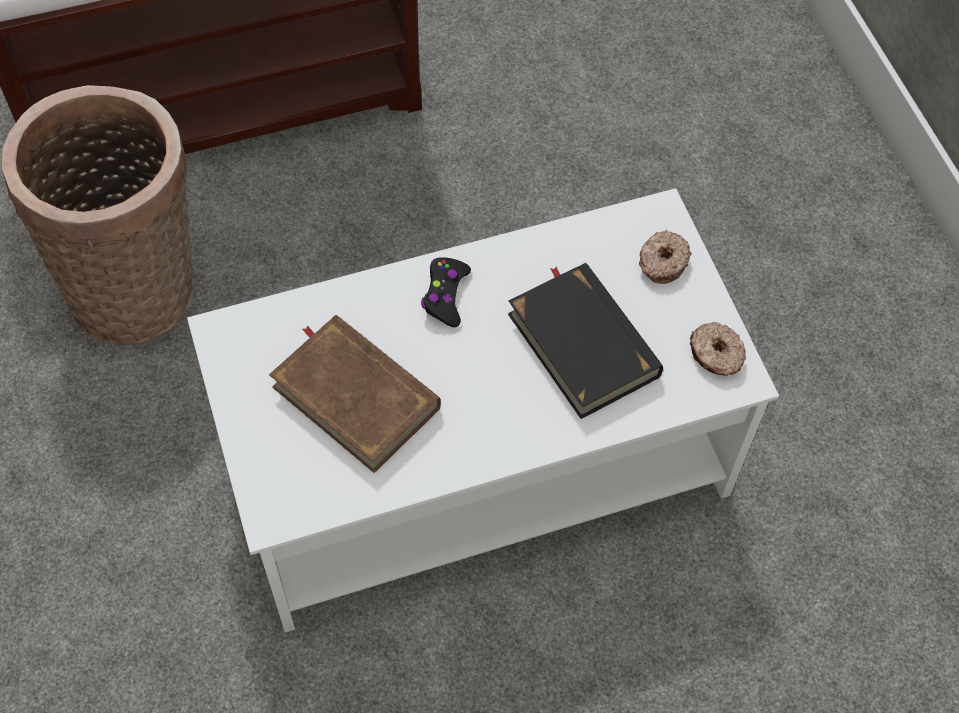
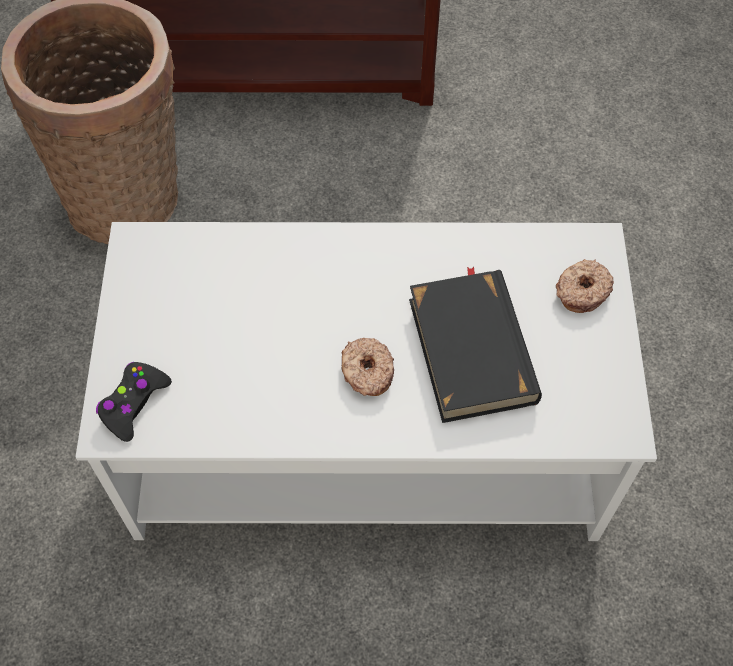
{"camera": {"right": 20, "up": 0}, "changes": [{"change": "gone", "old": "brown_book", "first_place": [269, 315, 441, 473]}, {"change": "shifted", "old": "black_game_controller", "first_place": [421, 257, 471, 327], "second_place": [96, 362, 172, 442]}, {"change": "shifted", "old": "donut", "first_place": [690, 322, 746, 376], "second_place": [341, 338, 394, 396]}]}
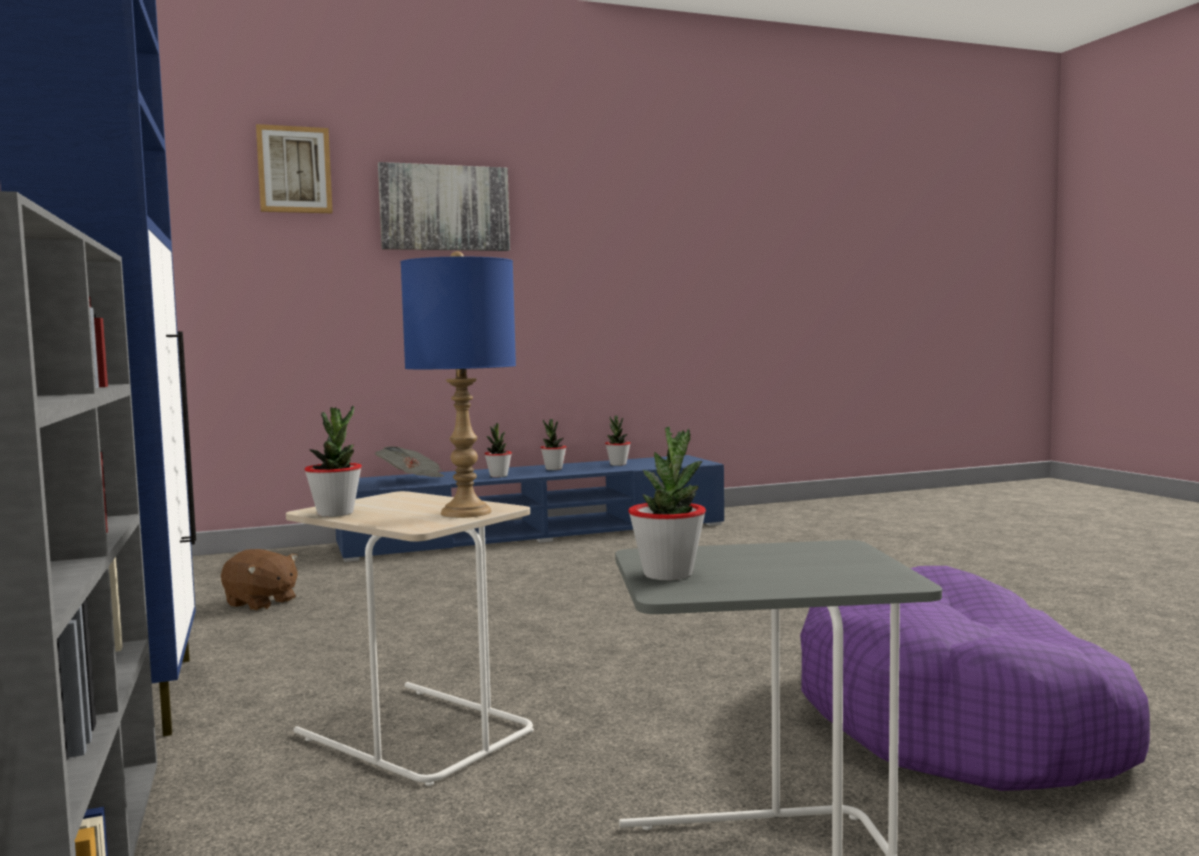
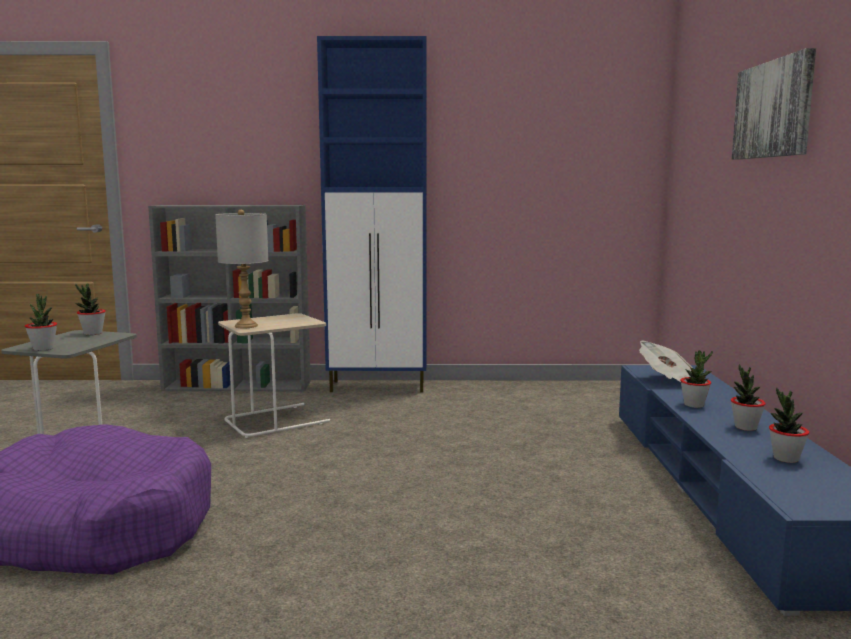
{"camera": {"right": 110, "up": 5}, "changes": [{"change": "gone", "old": "brown_plush_toy", "first_place": [221, 549, 298, 611]}, {"change": "gone", "old": "picture", "first_place": [256, 124, 333, 213]}, {"change": "shifted", "old": "potted_plant", "first_place": [304, 406, 362, 517], "second_place": [25, 294, 57, 351]}, {"change": "repainted", "old": "blue_table_lamp", "new": "grey_table_lamp", "first_place": [401, 251, 516, 518], "second_place": [215, 210, 268, 328]}]}
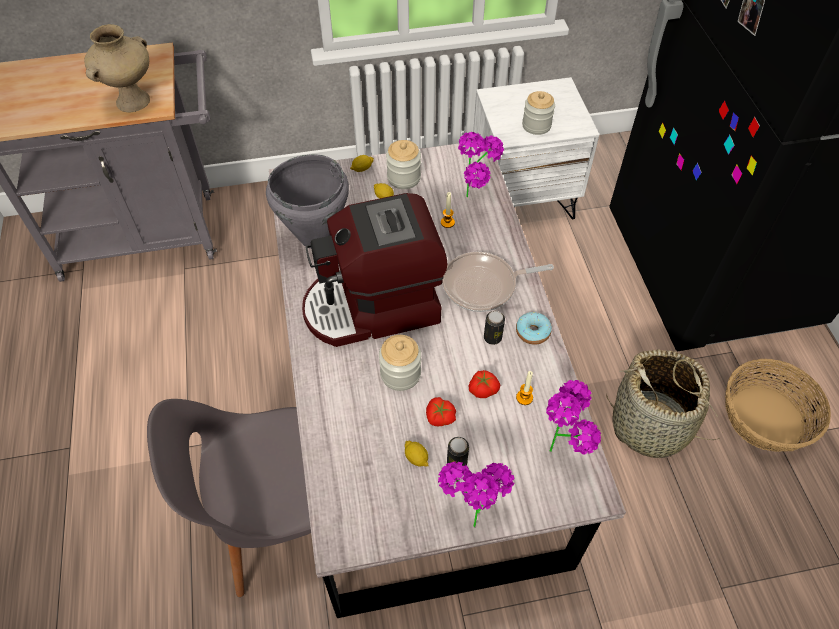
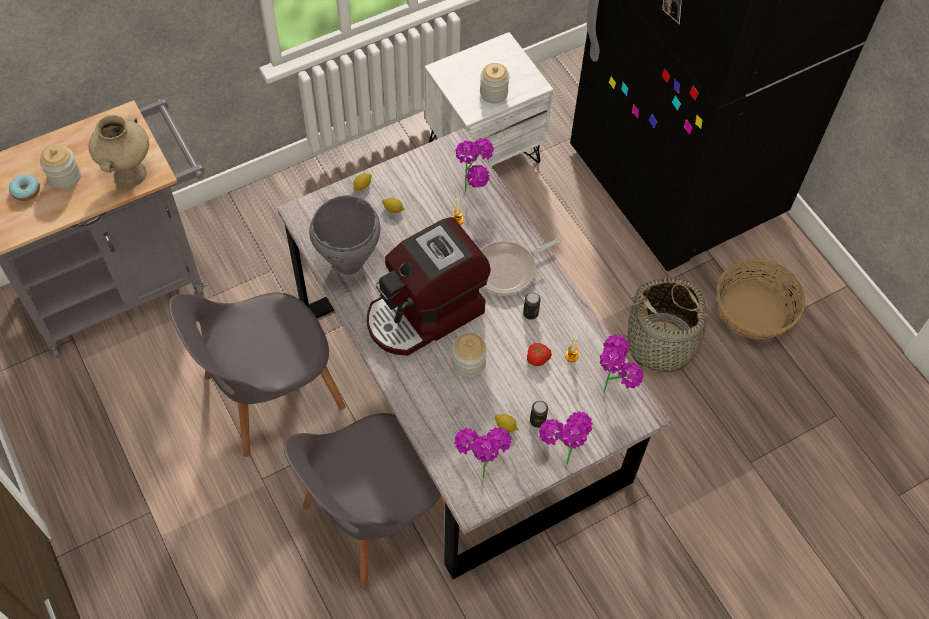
{"camera": {"right": -20, "up": 5}, "changes": [{"change": "gone", "old": "tomato", "first_place": [426, 397, 456, 426]}, {"change": "new", "new": "grey_chair", "second_place": [169, 292, 346, 457]}, {"change": "new", "new": "potted_plant", "second_place": [454, 428, 512, 478]}, {"change": "shifted", "old": "jar", "first_place": [386, 140, 421, 189], "second_place": [40, 144, 81, 189]}, {"change": "shifted", "old": "donut", "first_place": [516, 312, 552, 345], "second_place": [9, 174, 40, 201]}]}
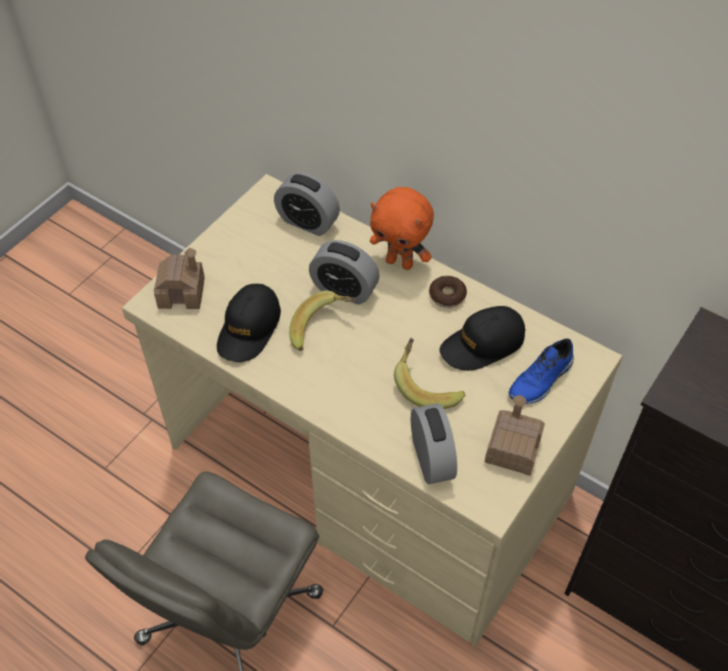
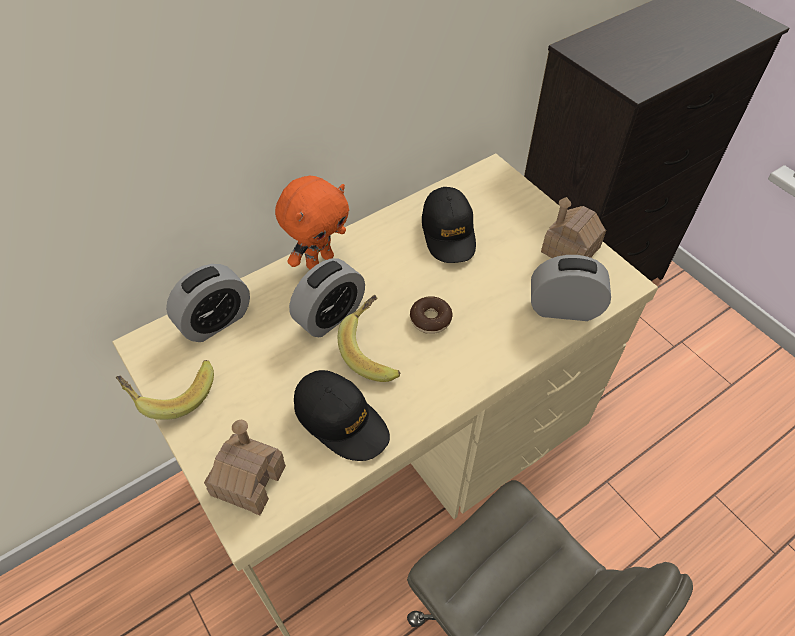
{"camera": {"right": -70, "up": 0}, "changes": [{"change": "gone", "old": "blue_shoe", "first_place": [508, 339, 574, 404]}, {"change": "shifted", "old": "banana", "first_place": [394, 338, 466, 409], "second_place": [116, 360, 214, 420]}, {"change": "shifted", "old": "donut", "first_place": [429, 276, 467, 308], "second_place": [410, 296, 453, 334]}]}
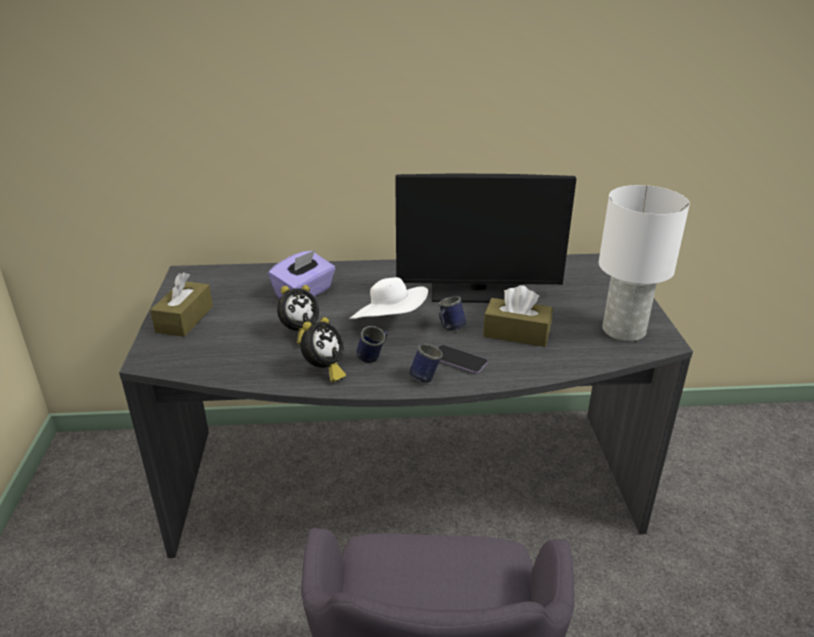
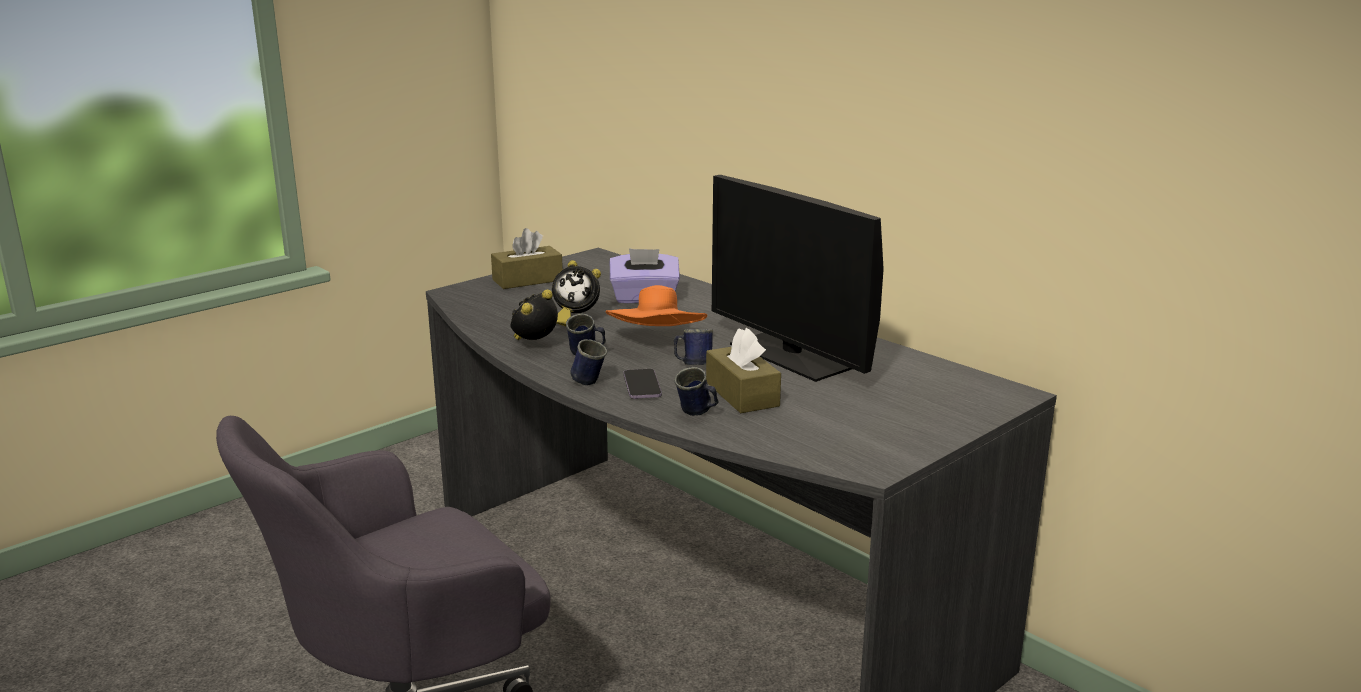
{"camera": {"right": 50, "up": -10}, "changes": [{"change": "gone", "old": "white_table_lamp", "first_place": [599, 185, 690, 342]}, {"change": "new", "new": "blue_mug", "second_place": [675, 367, 718, 416]}, {"change": "repainted", "old": "white_hat", "new": "orange_hat", "first_place": [349, 277, 428, 319], "second_place": [606, 285, 707, 326]}, {"change": "rotated", "old": "alarm_clock", "first_place": [300, 317, 346, 382], "second_place": [510, 289, 558, 340], "degrees": 135}]}
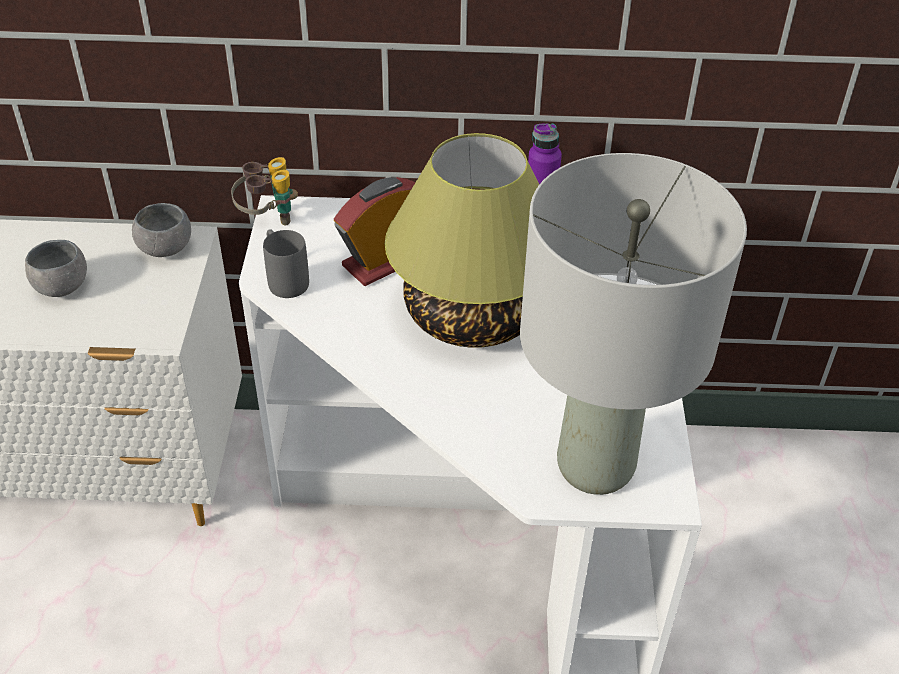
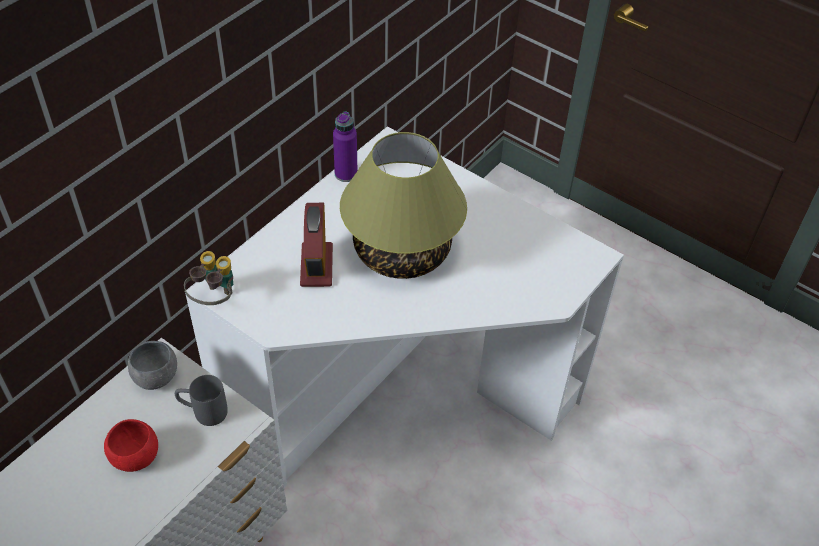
{"camera": {"right": -55, "up": 5}, "changes": [{"change": "gone", "old": "grey_table_lamp", "first_place": [520, 153, 747, 495]}, {"change": "shifted", "old": "grey_mug", "first_place": [263, 229, 309, 298], "second_place": [175, 375, 228, 426]}, {"change": "repainted", "old": "grey_bowl", "new": "red_bowl", "first_place": [25, 240, 87, 297], "second_place": [104, 419, 158, 472]}]}
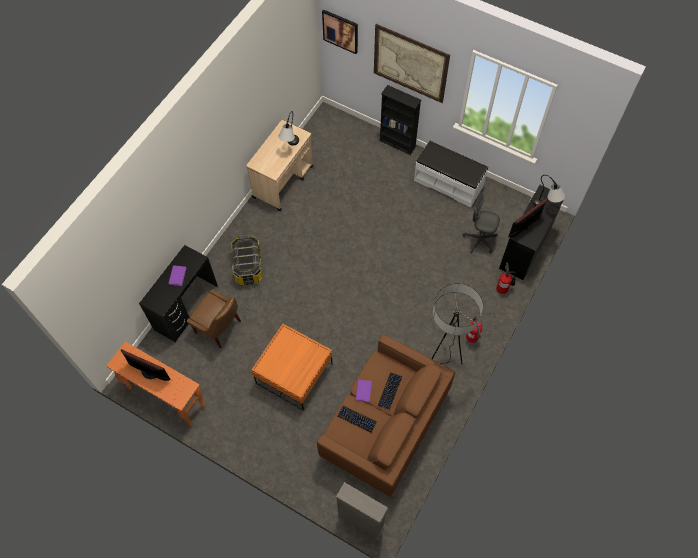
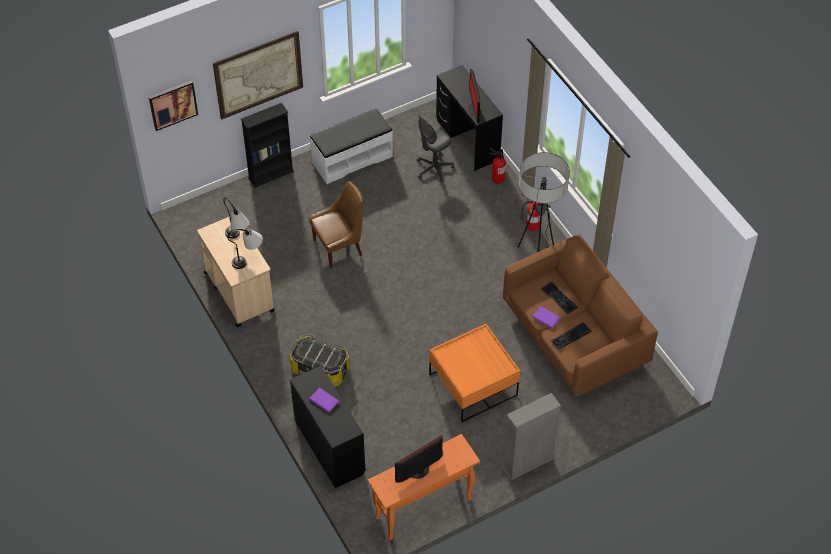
{"camera": {"right": -60, "up": -10}, "changes": [{"change": "shifted", "old": "brown_chair", "first_place": [187, 289, 241, 348], "second_place": [309, 181, 363, 268]}, {"change": "shifted", "old": "grey_bookcase", "first_place": [336, 482, 388, 539], "second_place": [502, 393, 561, 480]}, {"change": "shifted", "old": "table_lamp", "first_place": [532, 175, 565, 206], "second_place": [228, 229, 263, 269]}]}
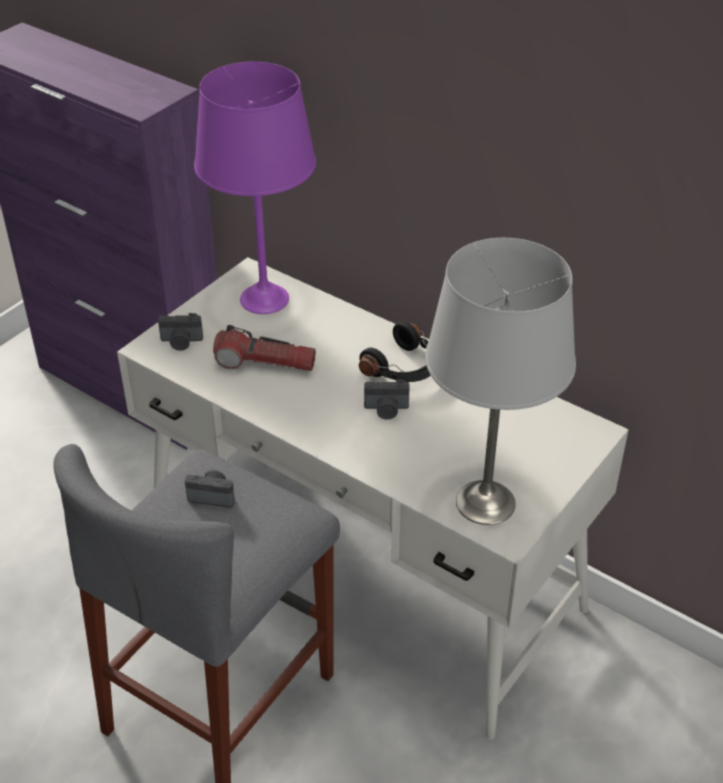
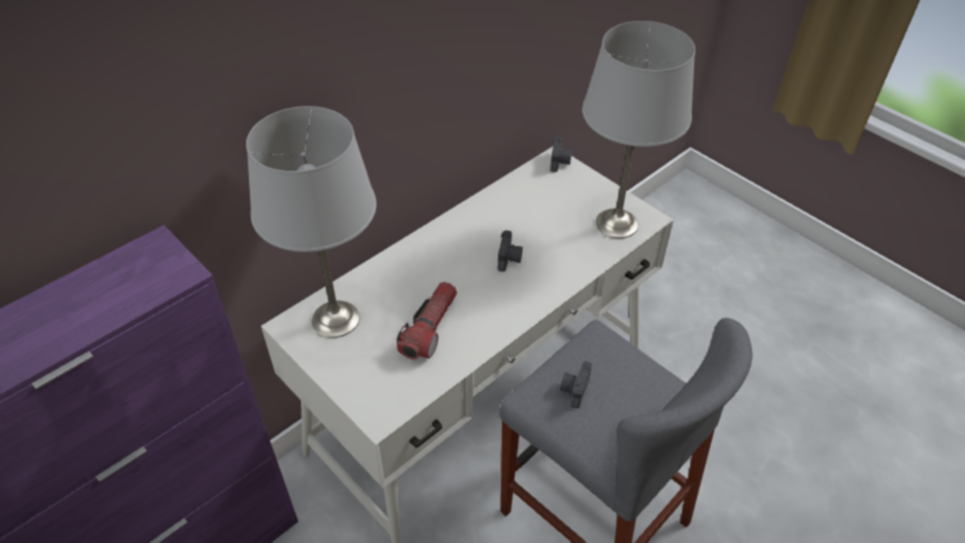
{"camera": {"right": -80, "up": 5}, "changes": [{"change": "gone", "old": "black_headphones", "first_place": [359, 322, 431, 382]}, {"change": "shifted", "old": "photo_camera", "first_place": [158, 313, 203, 351], "second_place": [550, 136, 572, 172]}, {"change": "repainted", "old": "purple_table_lamp", "new": "grey_table_lamp", "first_place": [194, 62, 316, 314], "second_place": [246, 106, 376, 338]}]}
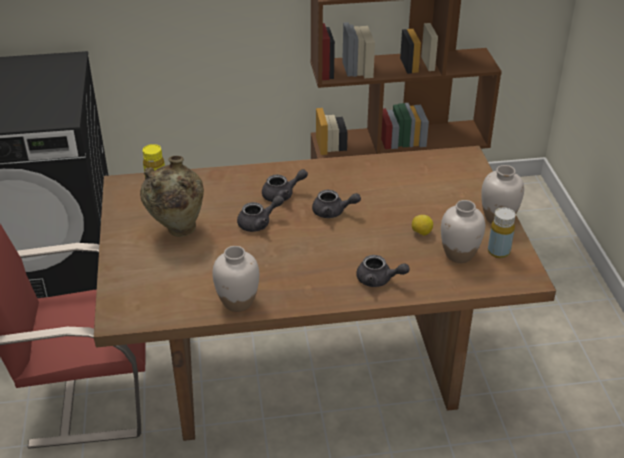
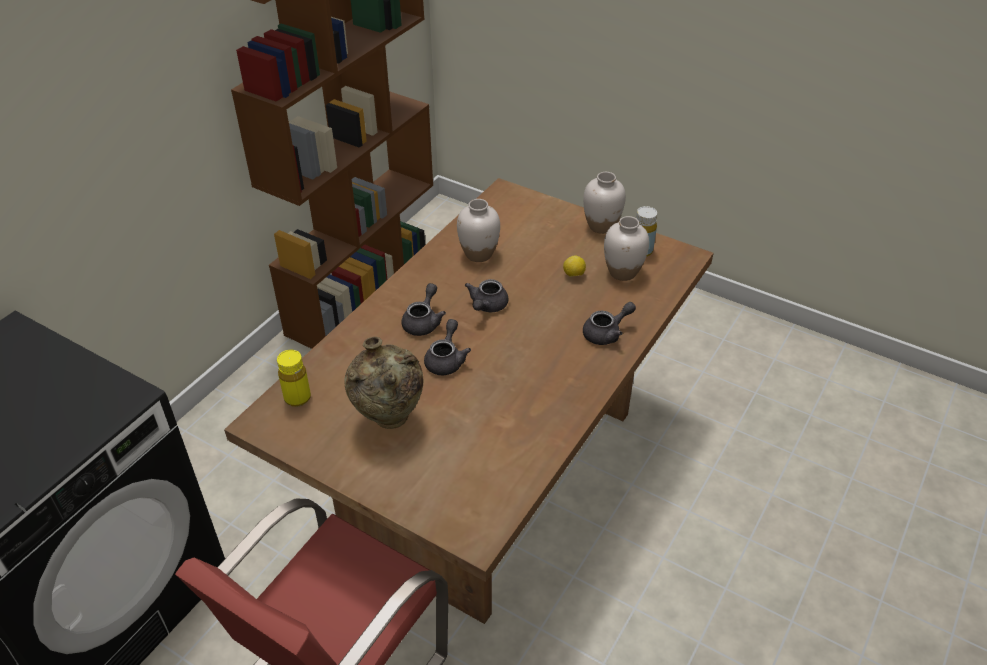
{"camera": {"right": -50, "up": 5}, "changes": [{"change": "shifted", "old": "white_vase", "first_place": [212, 246, 259, 312], "second_place": [457, 199, 500, 262]}, {"change": "rotated", "old": "grey_teapot", "first_place": [312, 190, 361, 218], "second_place": [465, 279, 508, 312], "degrees": 150}]}
